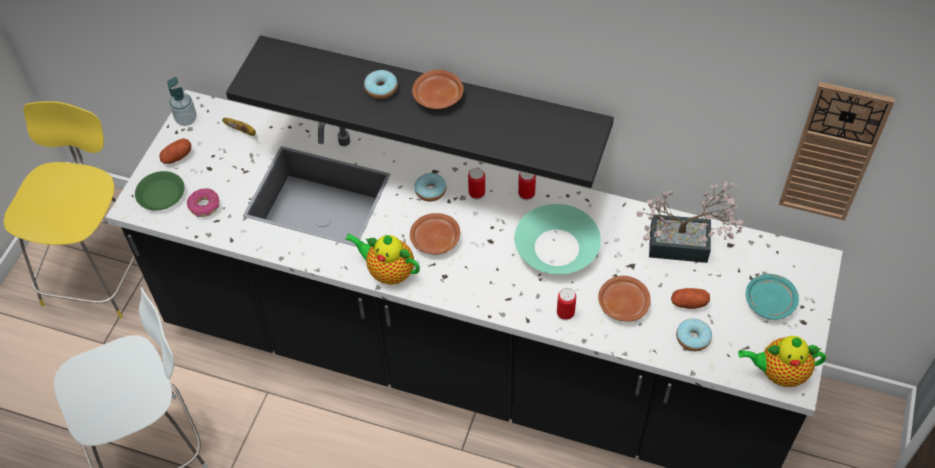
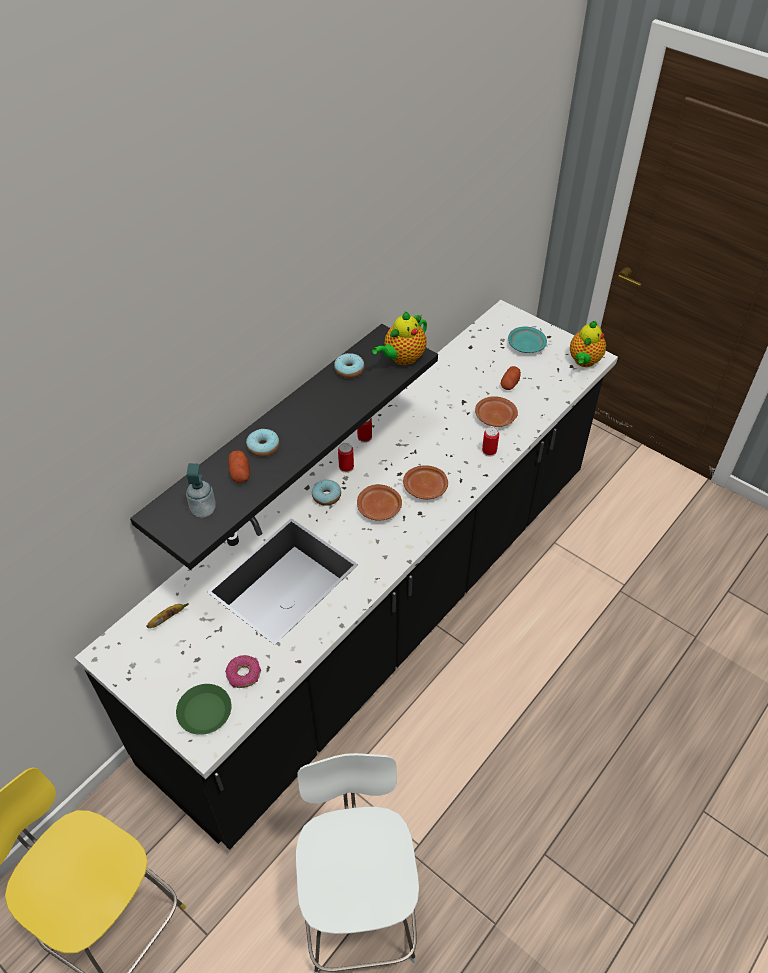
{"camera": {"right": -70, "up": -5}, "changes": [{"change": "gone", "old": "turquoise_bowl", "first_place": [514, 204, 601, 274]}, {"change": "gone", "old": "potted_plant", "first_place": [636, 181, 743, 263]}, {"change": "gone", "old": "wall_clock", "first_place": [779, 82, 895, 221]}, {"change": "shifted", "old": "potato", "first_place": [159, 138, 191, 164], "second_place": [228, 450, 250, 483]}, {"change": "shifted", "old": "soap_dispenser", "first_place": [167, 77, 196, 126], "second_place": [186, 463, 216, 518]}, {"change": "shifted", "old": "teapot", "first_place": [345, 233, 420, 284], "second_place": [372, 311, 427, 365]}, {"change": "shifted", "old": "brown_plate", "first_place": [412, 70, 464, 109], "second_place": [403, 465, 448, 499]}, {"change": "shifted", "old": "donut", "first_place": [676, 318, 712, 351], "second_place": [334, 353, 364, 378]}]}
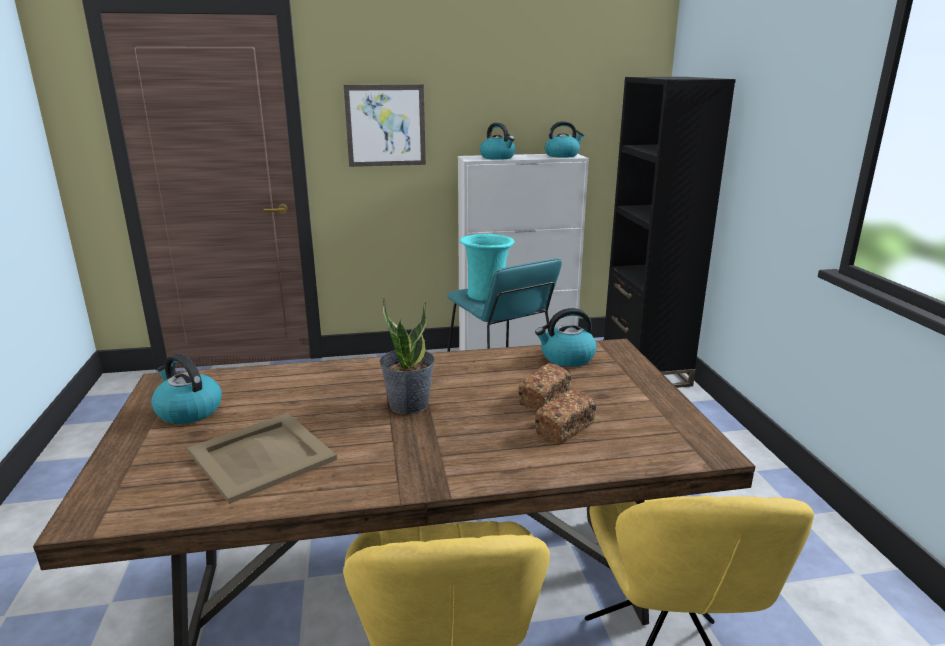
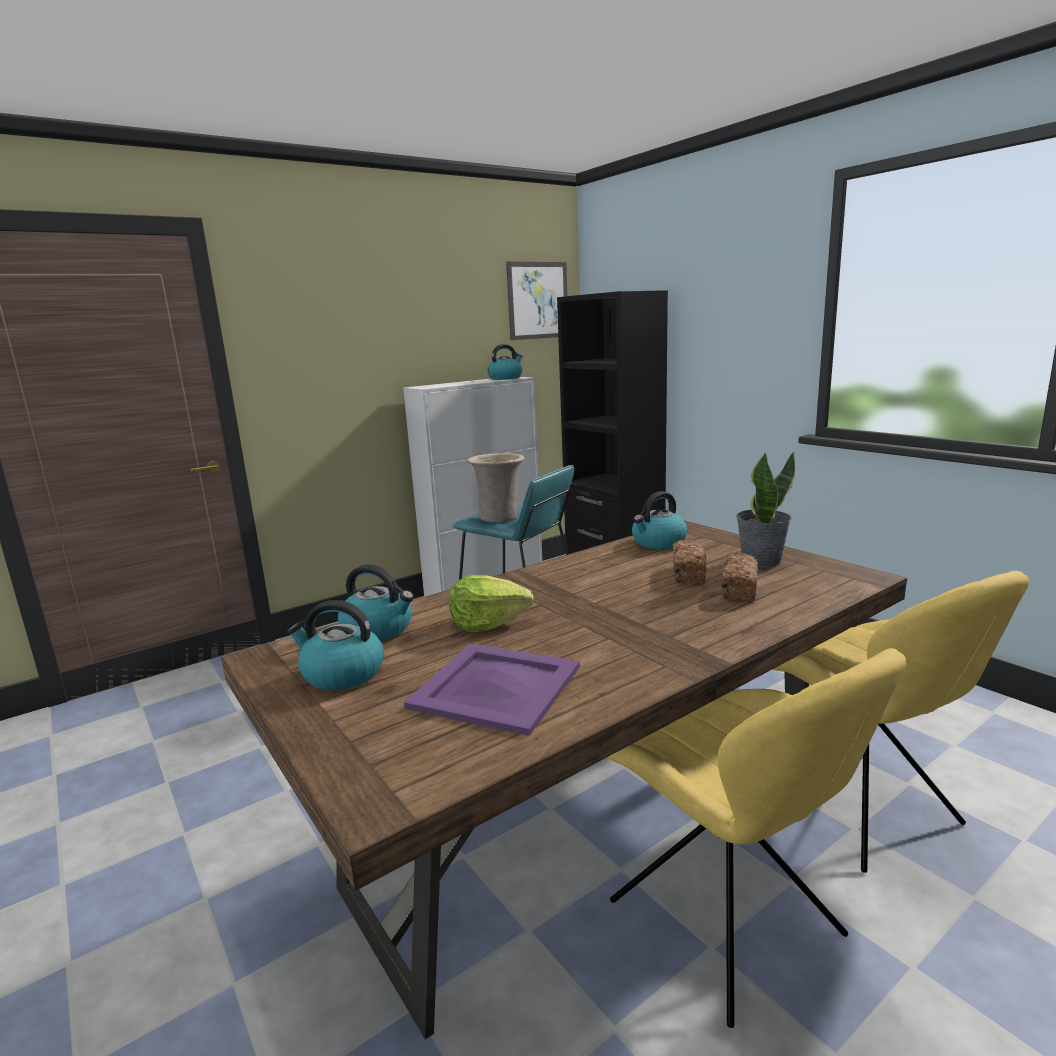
{"camera": {"right": -25, "up": -5}, "changes": [{"change": "new", "new": "lettuce", "second_place": [449, 575, 533, 632]}, {"change": "shifted", "old": "picture", "first_place": [344, 85, 426, 167], "second_place": [506, 262, 567, 340]}, {"change": "shifted", "old": "potted_plant", "first_place": [379, 296, 435, 414], "second_place": [736, 452, 795, 568]}, {"change": "shifted", "old": "kettle", "first_place": [480, 123, 515, 160], "second_place": [338, 564, 414, 641]}, {"change": "repainted", "old": "beige_tray", "new": "purple_tray", "first_place": [187, 413, 337, 504], "second_place": [404, 643, 580, 736]}, {"change": "repainted", "old": "turquoise_vase", "new": "beige_vase", "first_place": [460, 234, 515, 301], "second_place": [467, 453, 525, 522]}]}
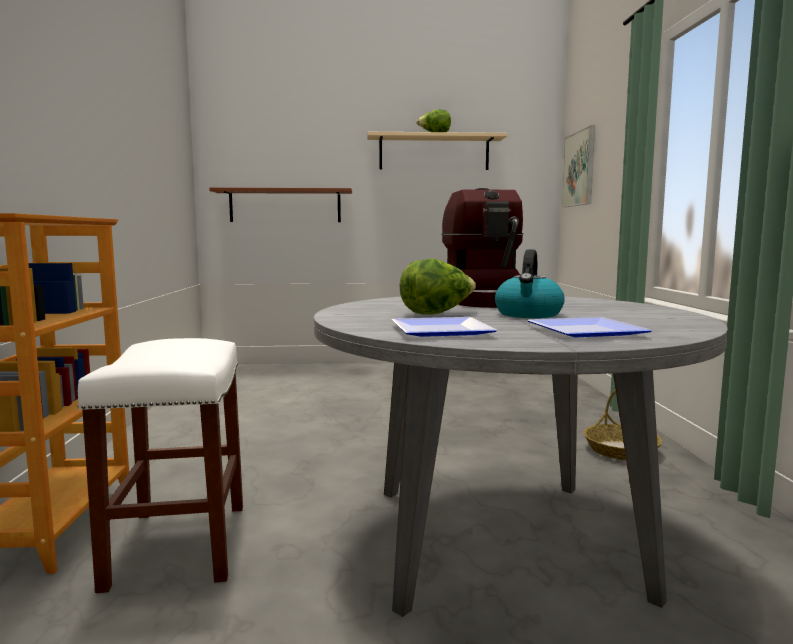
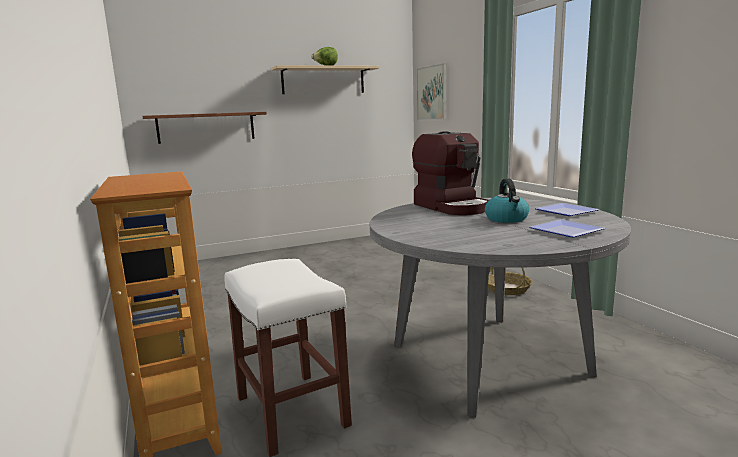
{"camera": {"right": -20, "up": 5}, "changes": [{"change": "gone", "old": "lettuce", "first_place": [399, 258, 476, 315]}, {"change": "shifted", "old": "plate", "first_place": [392, 317, 497, 337], "second_place": [534, 203, 600, 216]}]}
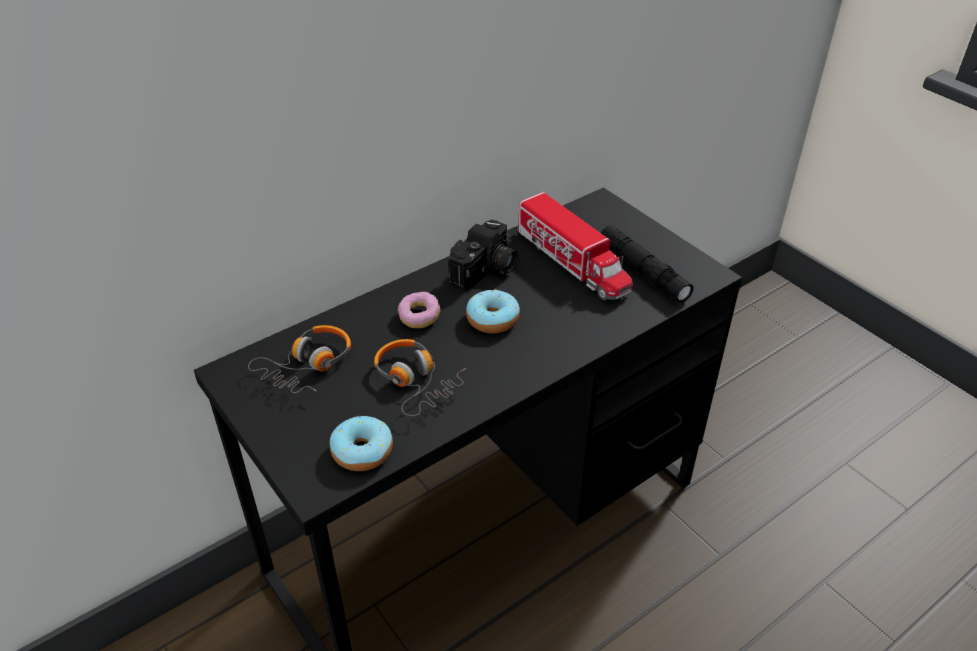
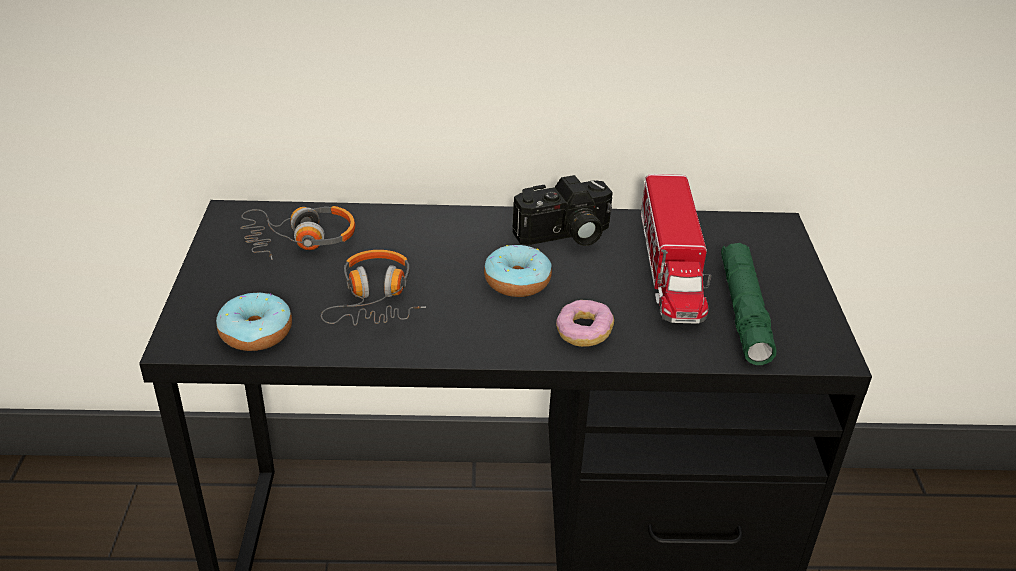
{"camera": {"right": 35, "up": -5}, "changes": [{"change": "shifted", "old": "donut", "first_place": [398, 292, 440, 328], "second_place": [556, 300, 614, 347]}, {"change": "repainted", "old": "black_flashlight", "new": "green_flashlight", "first_place": [601, 225, 694, 303], "second_place": [721, 243, 777, 365]}]}
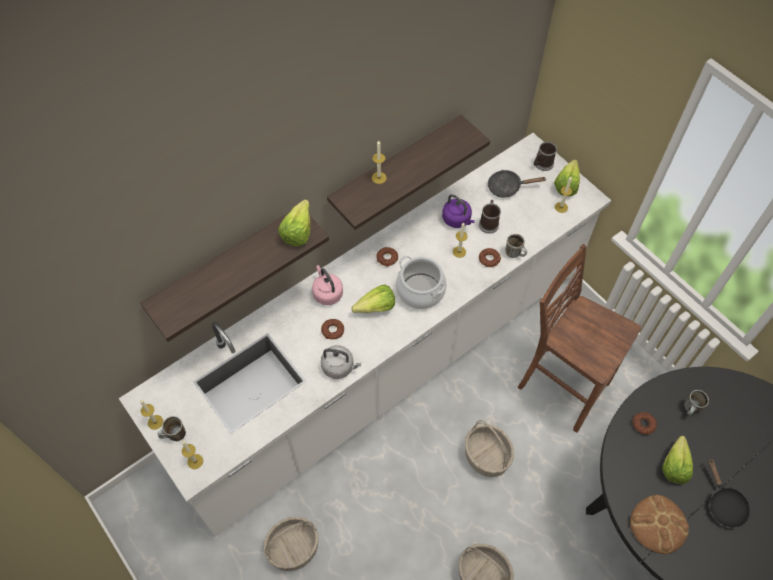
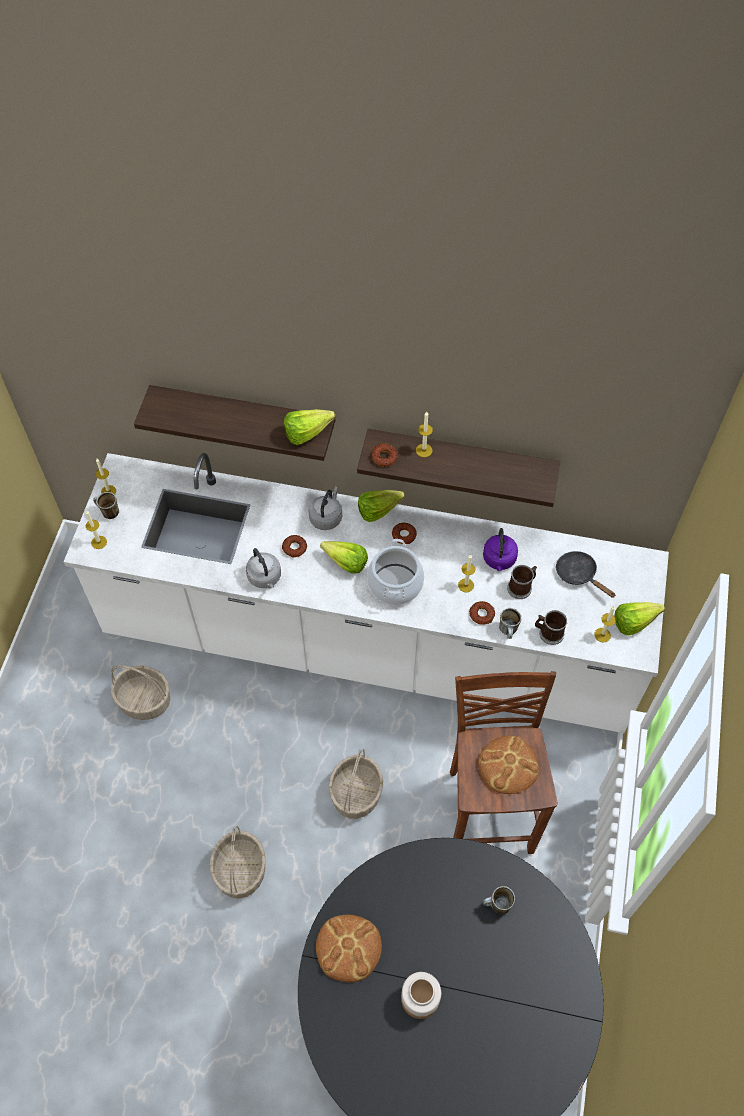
{"camera": {"right": 50, "up": 0}, "changes": [{"change": "new", "new": "bread", "second_place": [478, 735, 539, 794]}, {"change": "shifted", "old": "mug", "first_place": [534, 141, 557, 171], "second_place": [535, 610, 567, 645]}, {"change": "shifted", "old": "donut", "first_place": [632, 412, 657, 435], "second_place": [371, 444, 398, 467]}, {"change": "shifted", "old": "lettuce", "first_place": [662, 436, 693, 484], "second_place": [358, 490, 405, 522]}, {"change": "swapped", "old": "black_frying_pan", "new": "jar", "first_place": [708, 458, 750, 528], "second_place": [401, 972, 441, 1019]}, {"change": "repainted", "old": "pink_kettle", "new": "grey_kettle", "first_place": [312, 265, 343, 305], "second_place": [308, 486, 342, 530]}]}
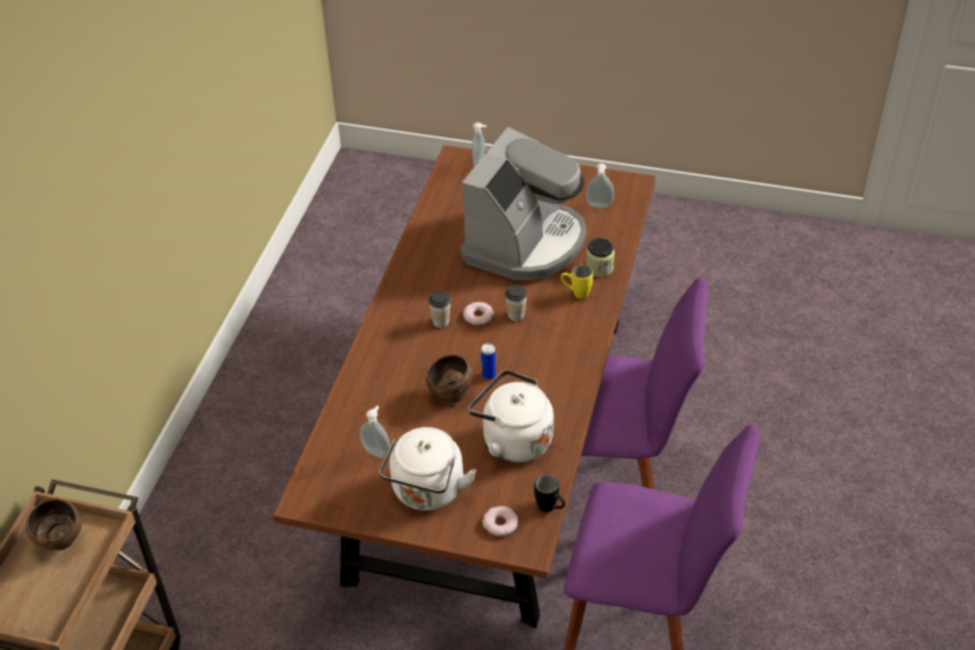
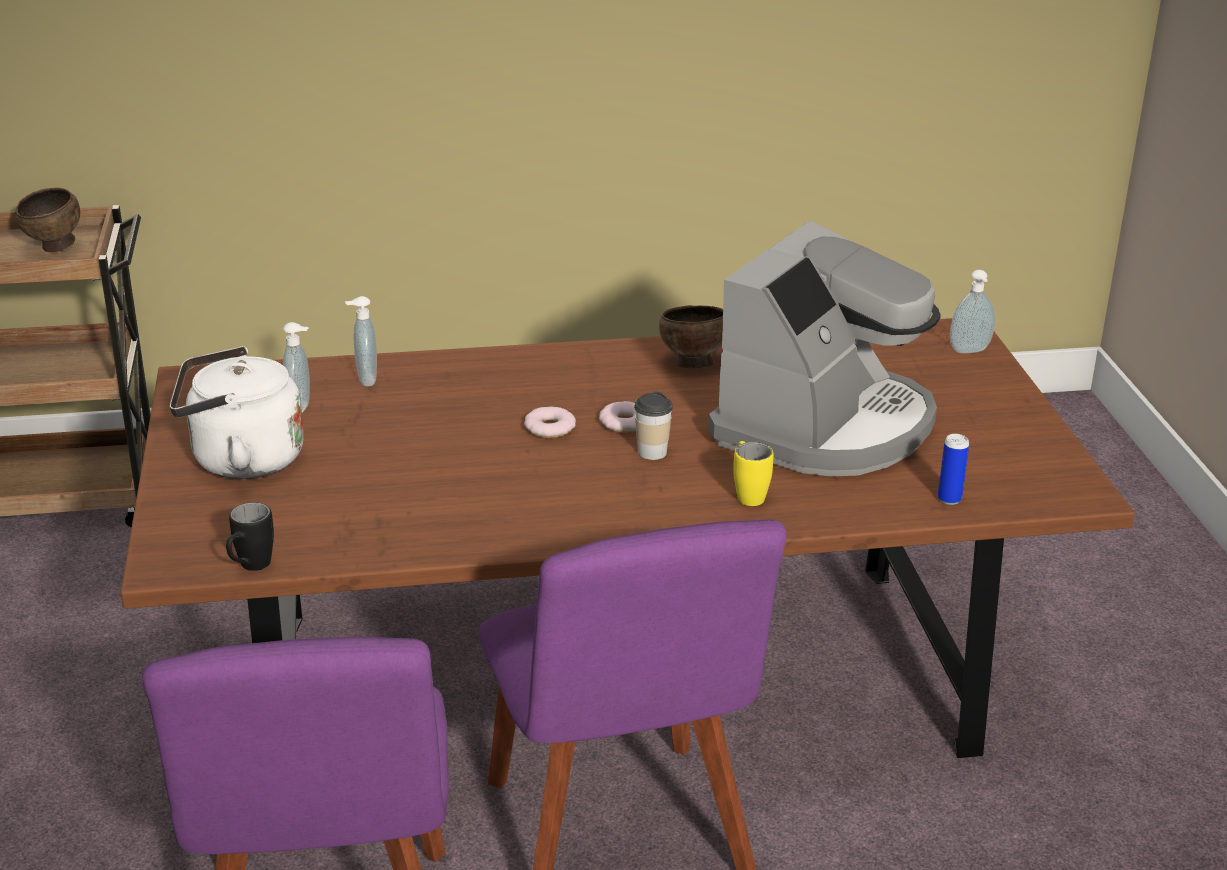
{"camera": {"right": 65, "up": -15}, "changes": [{"change": "gone", "old": "cup", "first_place": [429, 291, 451, 328]}, {"change": "gone", "old": "white_kettle", "first_place": [469, 370, 554, 463]}, {"change": "gone", "old": "jar", "first_place": [586, 238, 615, 277]}, {"change": "shifted", "old": "brown_bowl", "first_place": [426, 355, 472, 404], "second_place": [659, 305, 723, 368]}, {"change": "shifted", "old": "can", "first_place": [481, 343, 496, 380], "second_place": [938, 434, 969, 505]}, {"change": "shifted", "old": "donut", "first_place": [482, 506, 518, 536], "second_place": [524, 407, 576, 438]}, {"change": "shifted", "old": "soap_dispenser", "first_place": [586, 163, 614, 208], "second_place": [345, 296, 377, 387]}, {"change": "rotated", "old": "coffee_machine", "first_place": [460, 127, 587, 280], "second_place": [708, 221, 941, 476], "degrees": -60}]}
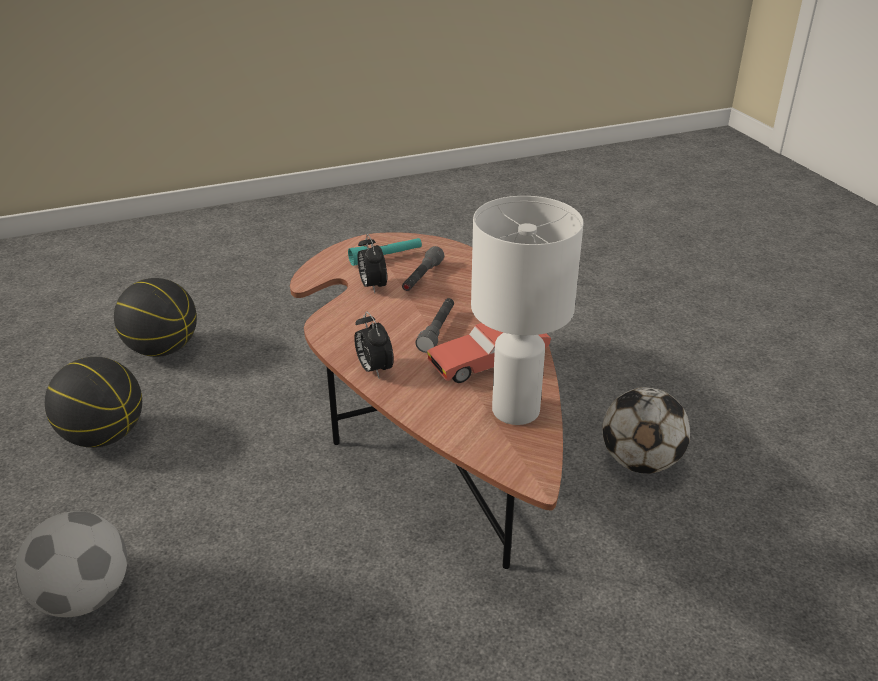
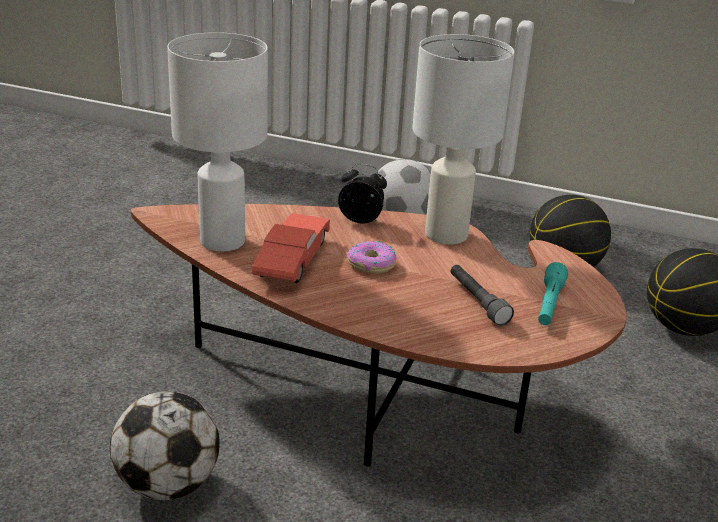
{"camera": {"right": 130, "up": -5}, "changes": [{"change": "gone", "old": "alarm_clock", "first_place": [357, 234, 387, 293]}, {"change": "new", "new": "white_table_lamp", "second_place": [412, 34, 514, 244]}, {"change": "swapped", "old": "grey_flashlight", "new": "donut", "first_place": [415, 298, 454, 353], "second_place": [347, 241, 397, 274]}]}
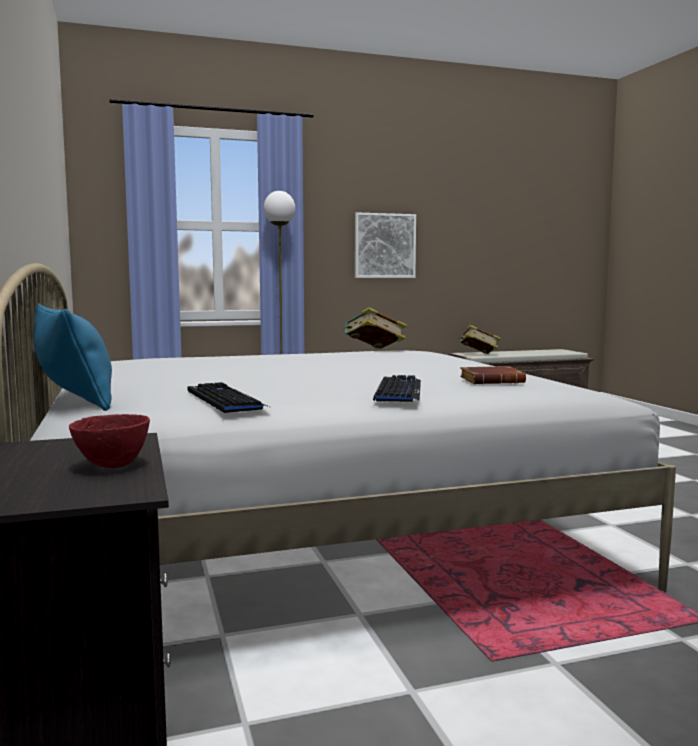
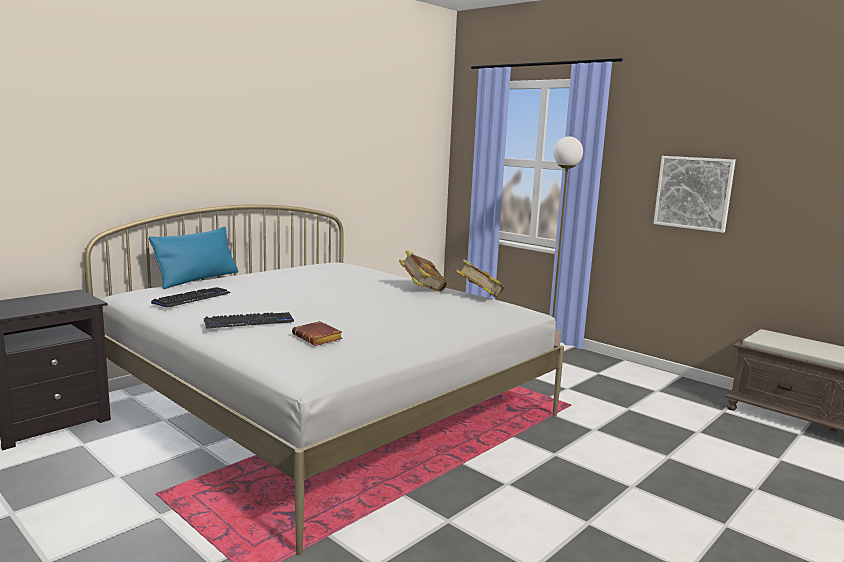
{"camera": {"right": 60, "up": 5}, "changes": [{"change": "gone", "old": "red_bowl", "first_place": [69, 414, 150, 468]}, {"change": "shifted", "old": "book", "first_place": [458, 325, 501, 354], "second_place": [399, 250, 447, 292]}]}
